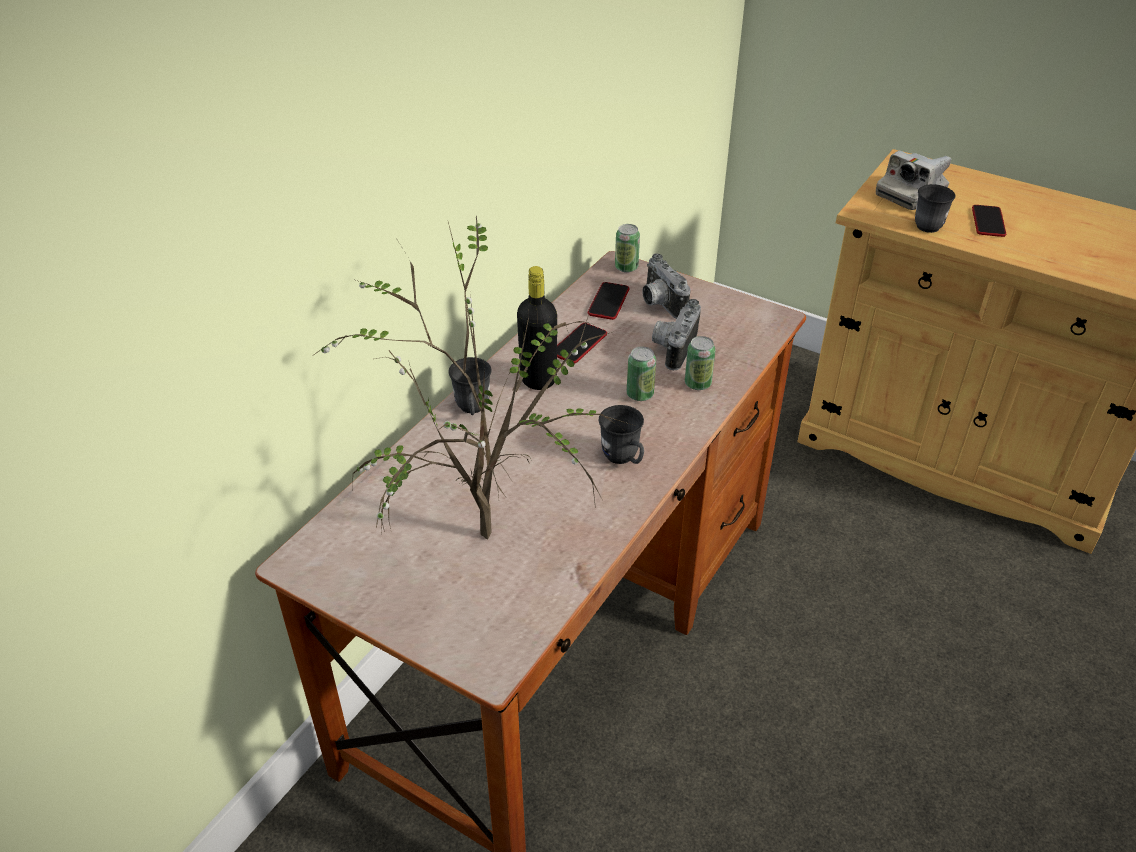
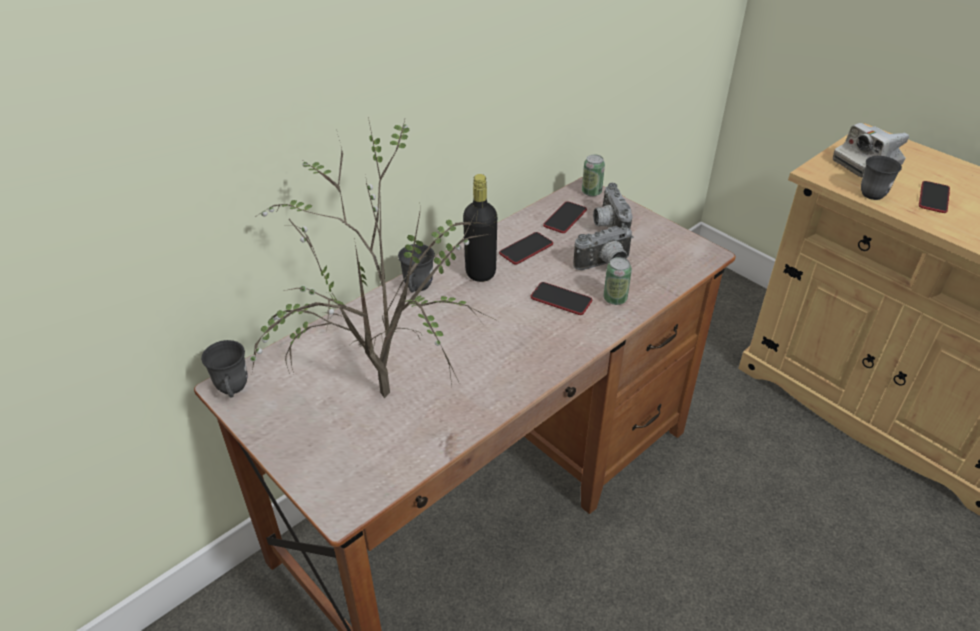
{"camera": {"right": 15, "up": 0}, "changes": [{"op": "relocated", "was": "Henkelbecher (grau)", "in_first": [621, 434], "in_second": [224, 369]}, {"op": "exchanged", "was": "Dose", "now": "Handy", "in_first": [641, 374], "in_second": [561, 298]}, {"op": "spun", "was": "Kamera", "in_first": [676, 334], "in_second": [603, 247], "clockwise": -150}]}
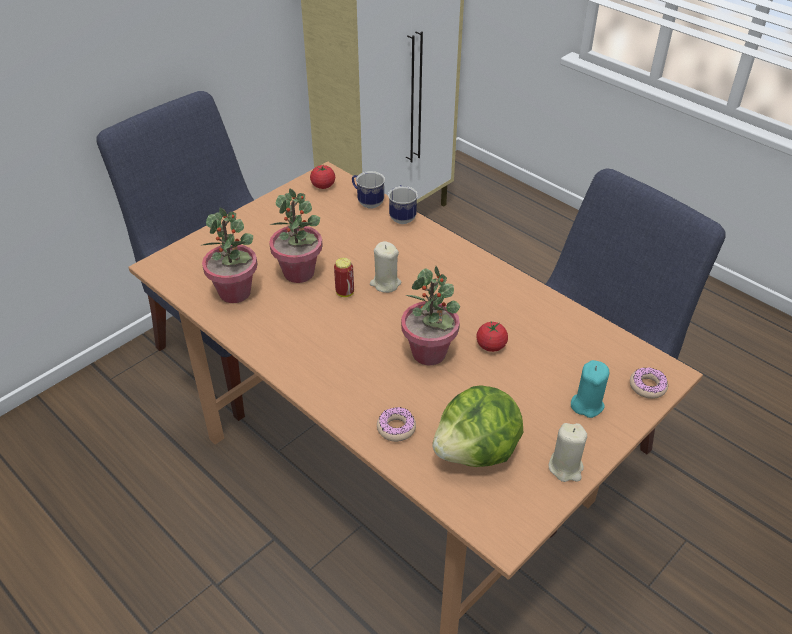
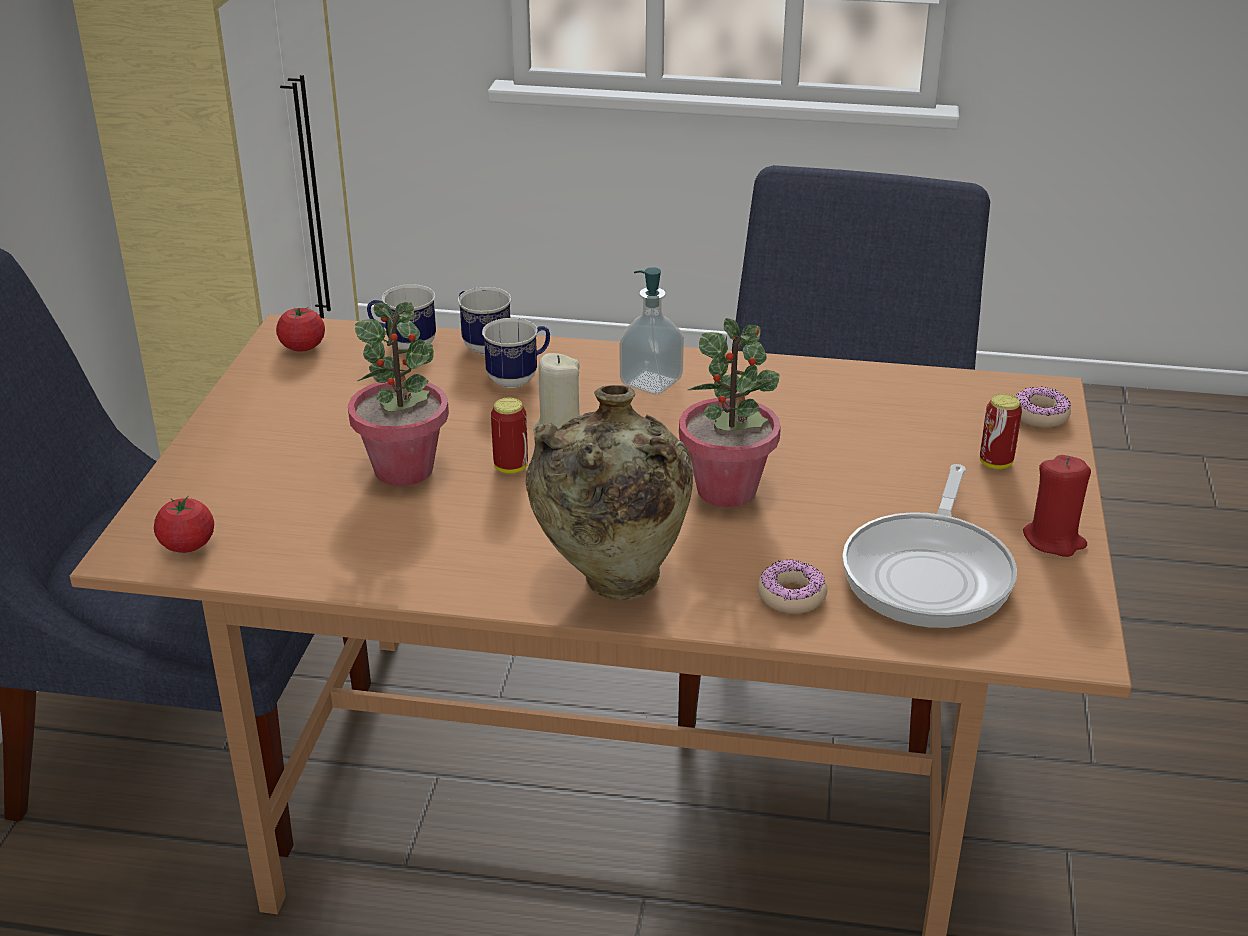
{"camera": {"right": -35, "up": -10}, "changes": [{"op": "missing", "was": "Topfpflanze", "in_first": [230, 255]}, {"op": "exchanged", "was": "Salatkopf", "now": "Pfanne", "in_first": [477, 426], "in_second": [929, 546]}, {"op": "relocated", "was": "Tomate", "in_first": [492, 336], "in_second": [184, 524]}, {"op": "colour", "was": "Kerze (beige)", "now": "Kerze (rot)", "in_first": [568, 452], "in_second": [1057, 506]}, {"op": "exchanged", "was": "Kerze (türkis)", "now": "Dose", "in_first": [590, 389], "in_second": [1001, 431]}, {"op": "appeared", "now": "Henkelbecher", "in_second": [516, 353]}, {"op": "appeared", "now": "Vase (beige)", "in_second": [610, 493]}, {"op": "appeared", "now": "Seifenspender", "in_second": [651, 331]}]}
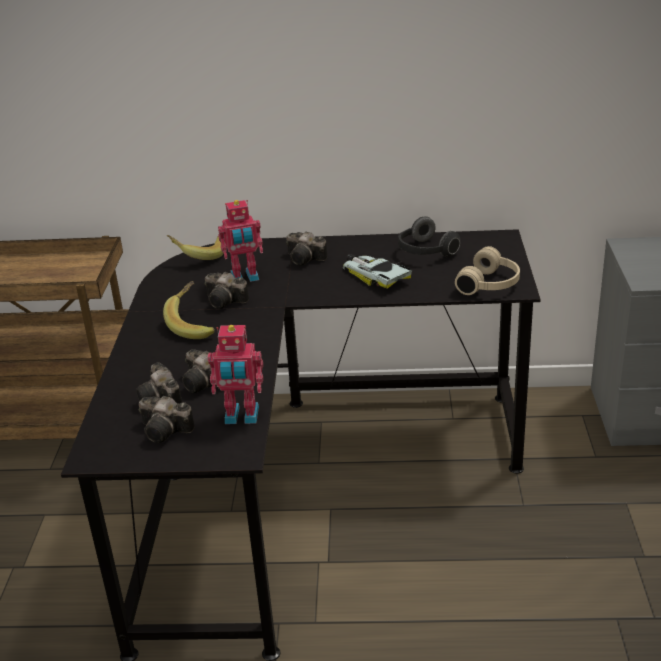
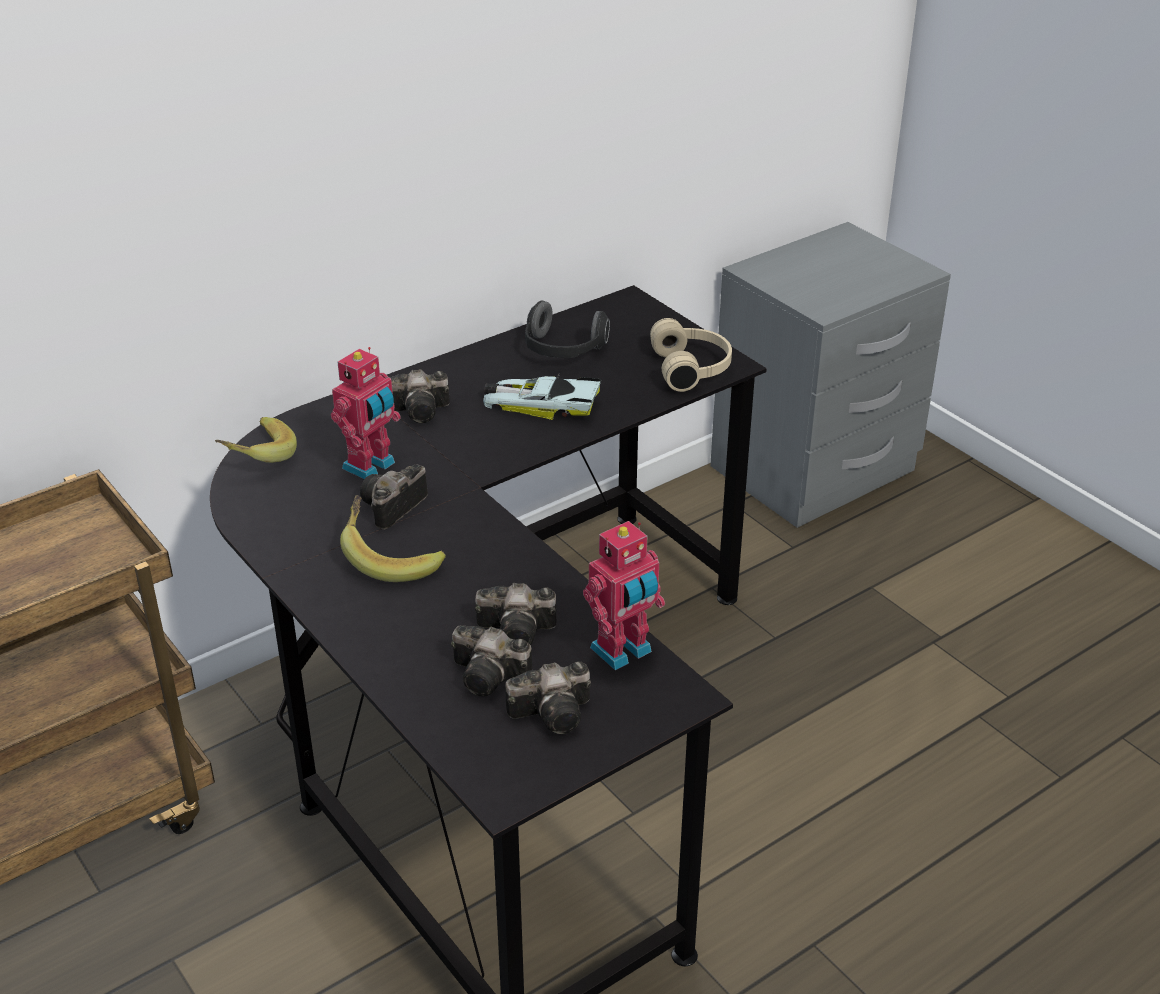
{"camera": {"right": -40, "up": 5}, "changes": [{"op": "spun", "was": "Kamera", "in_first": [226, 290], "in_second": [394, 497], "clockwise": 135}]}
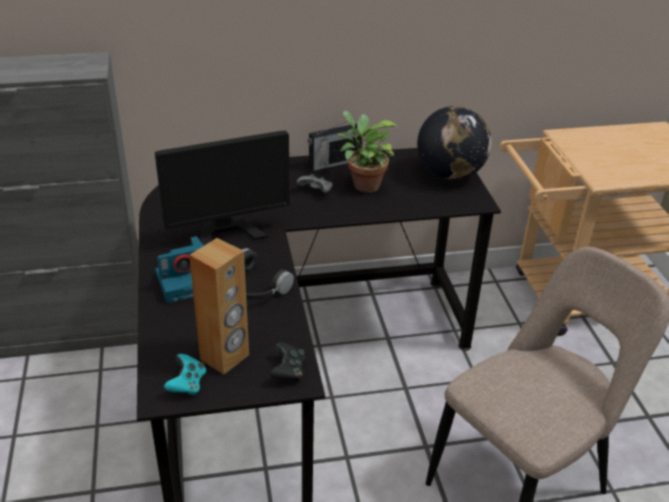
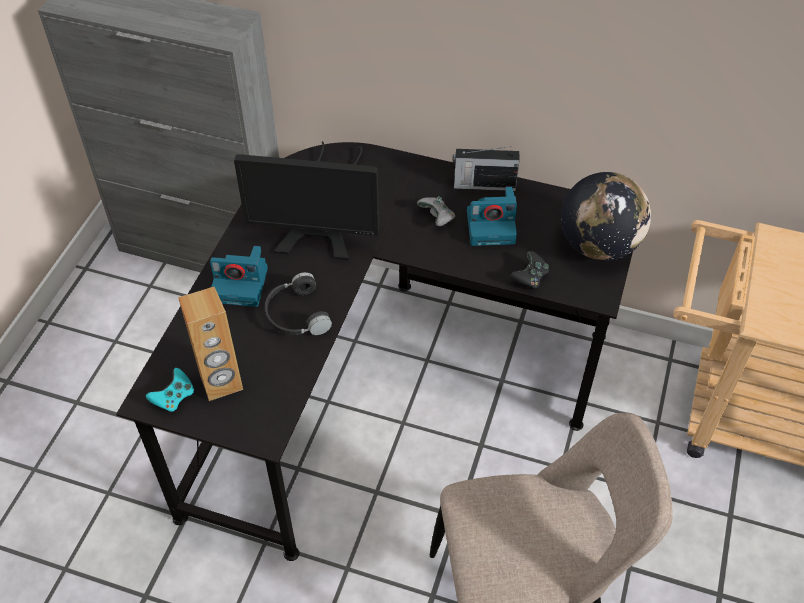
{"camera": {"right": 30, "up": 15}, "changes": [{"op": "relocated", "was": "Gamepad (schwarz)", "in_first": [288, 362], "in_second": [530, 270]}, {"op": "exchanged", "was": "Topfpflanze", "now": "Kamera", "in_first": [368, 152], "in_second": [492, 216]}]}
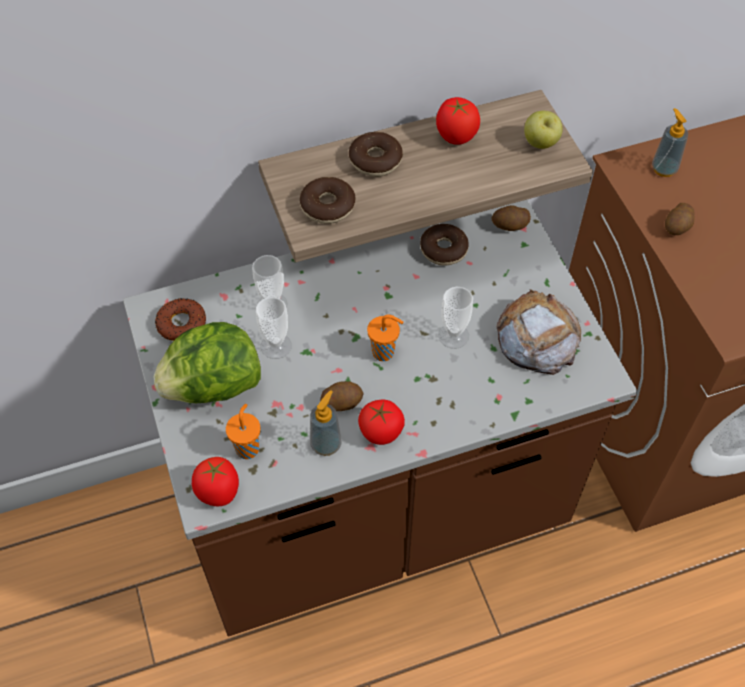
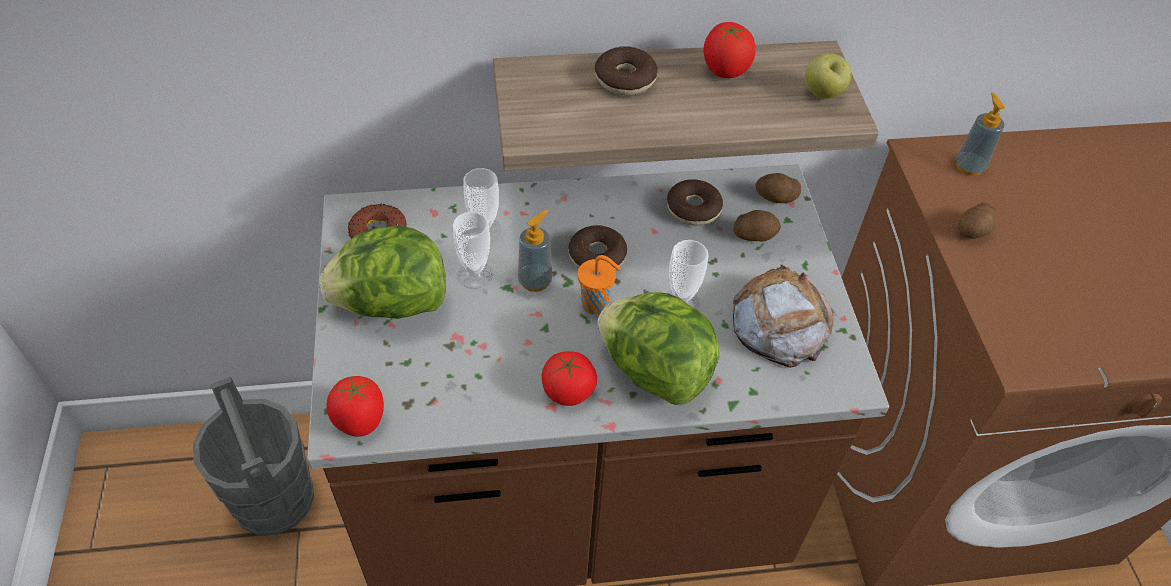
{"camera": {"right": 10, "up": -5}, "changes": [{"op": "missing", "was": "Tasse (orange)", "in_first": [243, 431]}, {"op": "relocated", "was": "Donut", "in_first": [327, 200], "in_second": [597, 247]}, {"op": "relocated", "was": "Seifenspender", "in_first": [326, 423], "in_second": [535, 251]}, {"op": "relocated", "was": "Kartoffel", "in_first": [342, 396], "in_second": [757, 226]}, {"op": "appeared", "now": "Eimer (grau)", "in_second": [253, 456]}, {"op": "appeared", "now": "Salatkopf", "in_second": [658, 348]}]}
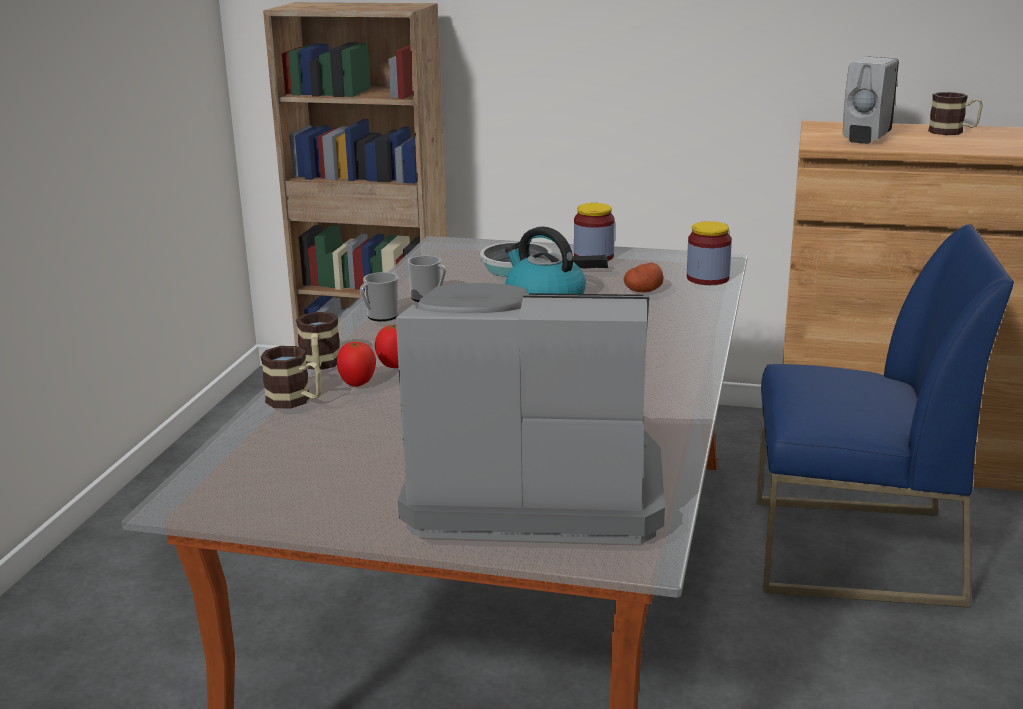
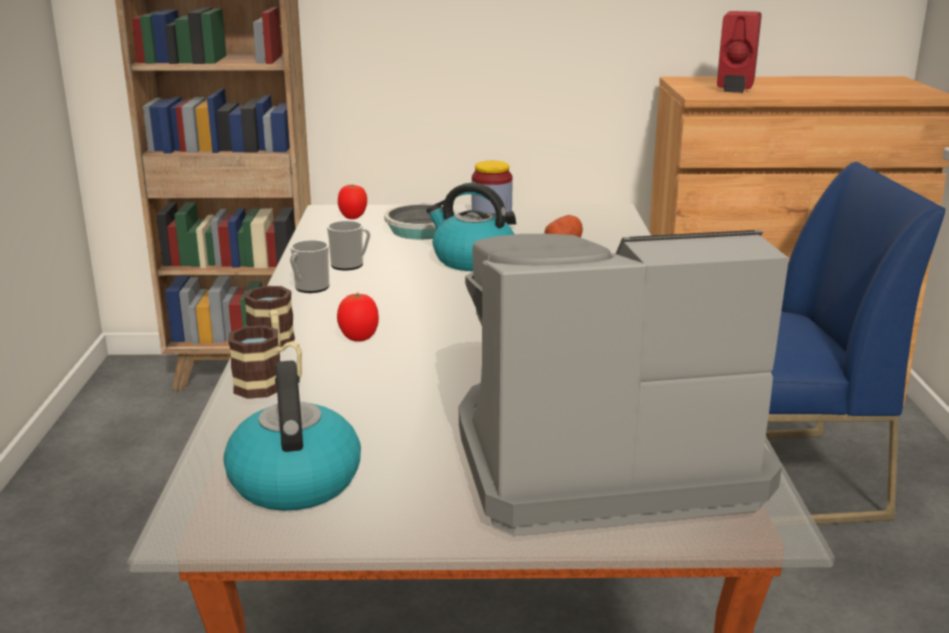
{"camera": {"right": -15, "up": 0}, "changes": [{"op": "relocated", "was": "Tomate", "in_first": [356, 364], "in_second": [352, 202]}, {"op": "missing", "was": "Vorratsglas", "in_first": [709, 253]}, {"op": "colour", "was": "Seifenspender (weiß)", "now": "Seifenspender (rot)", "in_first": [871, 100], "in_second": [739, 52]}, {"op": "missing", "was": "Henkelbecher", "in_first": [955, 113]}, {"op": "appeared", "now": "Wasserkessel", "in_second": [292, 435]}]}
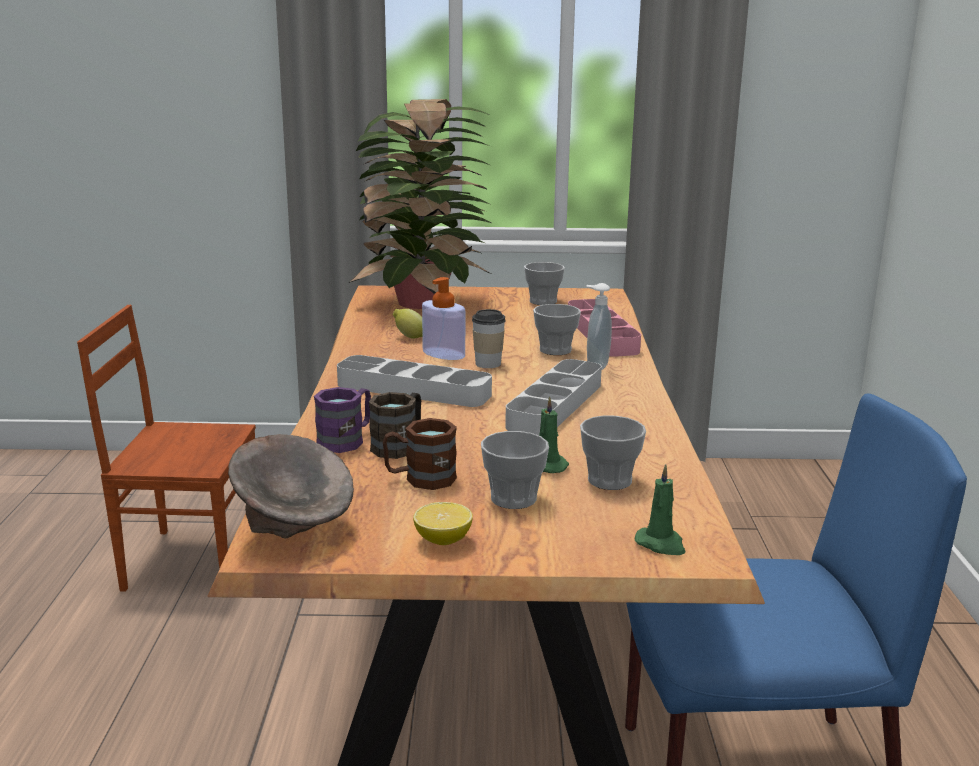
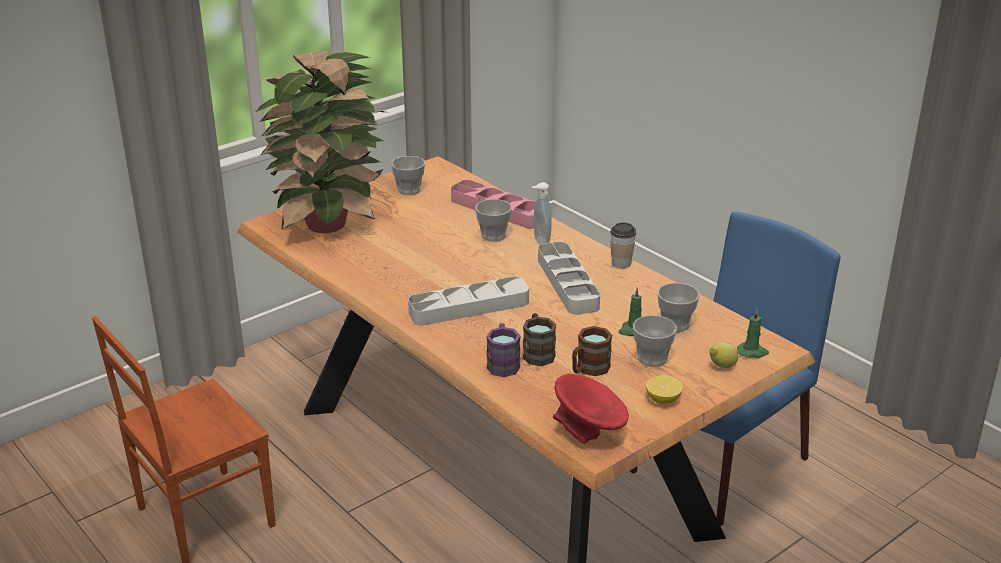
{"camera": {"right": -40, "up": 10}, "changes": [{"op": "colour", "was": "Schüssel (grau)", "now": "Schüssel (rot)", "in_first": [291, 486], "in_second": [591, 408]}, {"op": "relocated", "was": "Zitrone", "in_first": [407, 324], "in_second": [723, 355]}, {"op": "missing", "was": "Seifenspender", "in_first": [443, 318]}, {"op": "relocated", "was": "Tasse", "in_first": [489, 338], "in_second": [623, 245]}]}
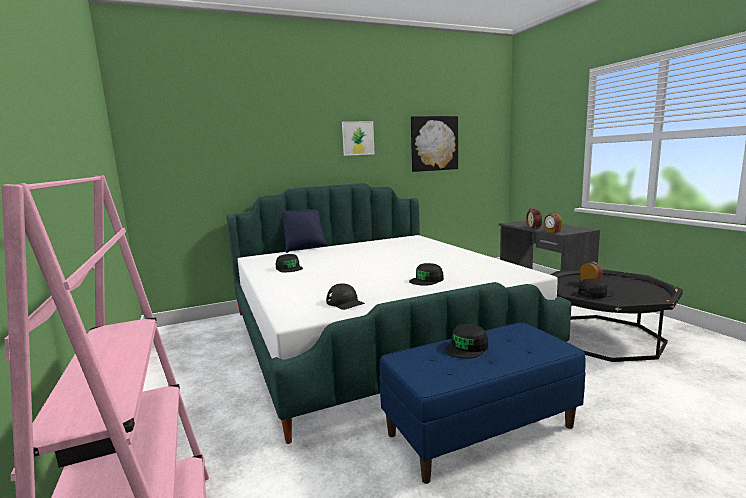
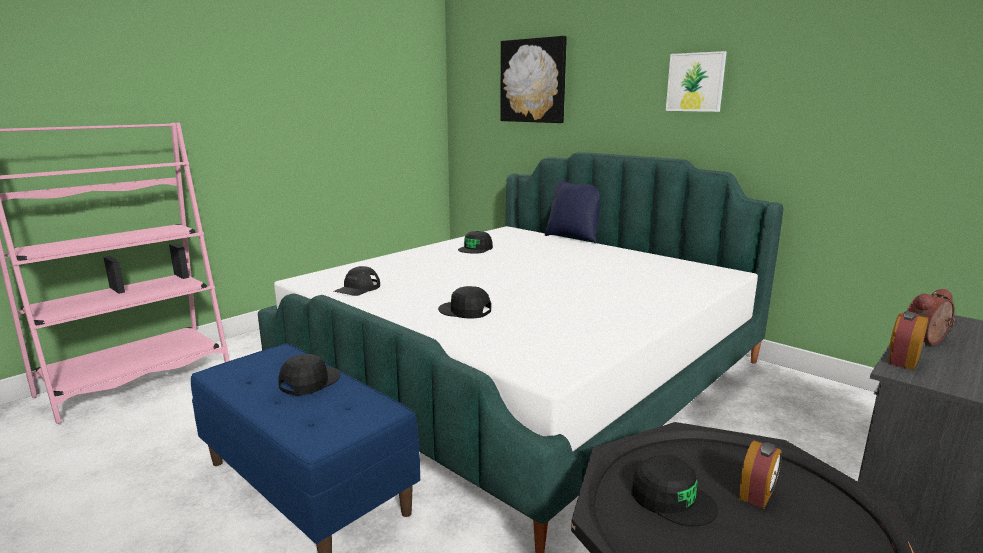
{"camera": {"right": 65, "up": 5}, "changes": [{"op": "relocated", "was": "Bild", "in_first": [434, 144], "in_second": [533, 79]}, {"op": "spun", "was": "Kappe (schwarz)", "in_first": [466, 341], "in_second": [309, 374], "clockwise": 105}]}
